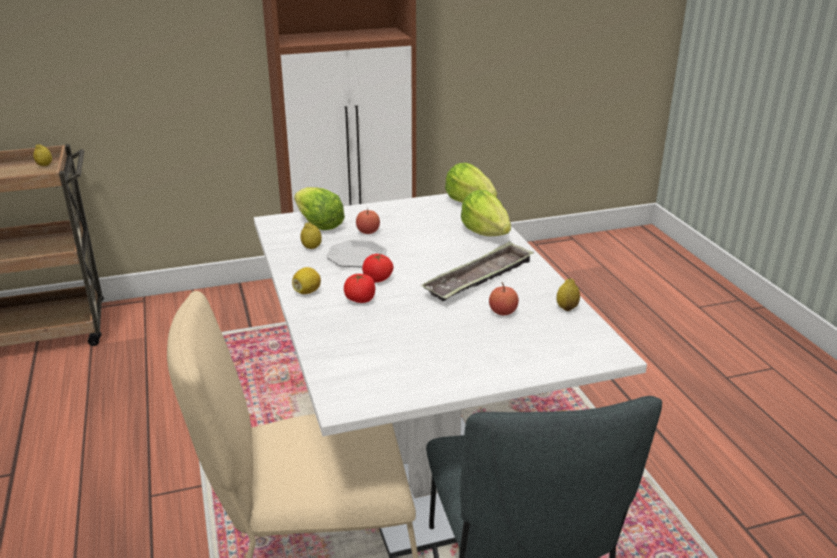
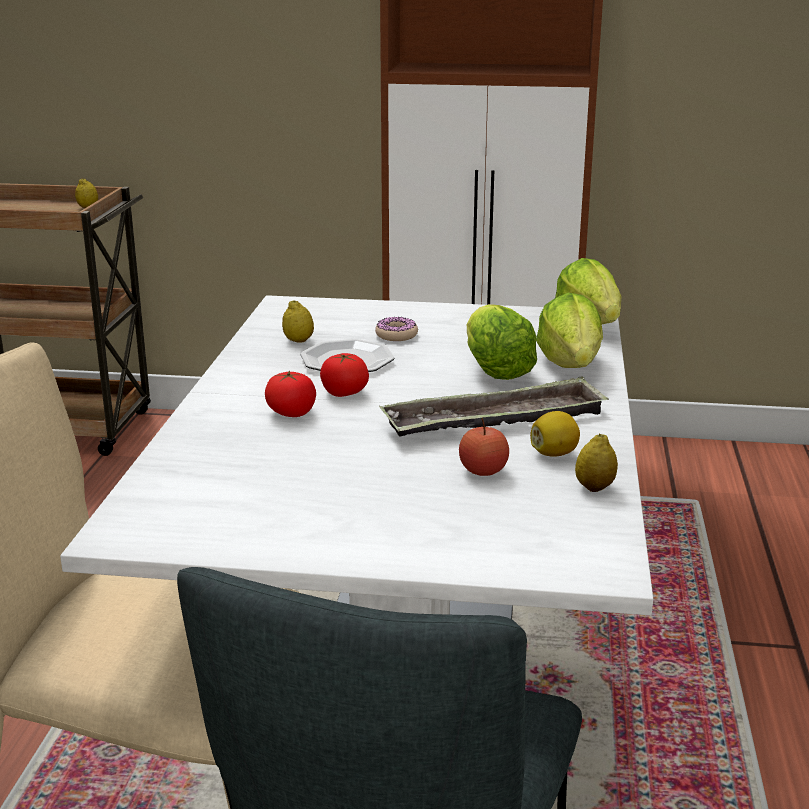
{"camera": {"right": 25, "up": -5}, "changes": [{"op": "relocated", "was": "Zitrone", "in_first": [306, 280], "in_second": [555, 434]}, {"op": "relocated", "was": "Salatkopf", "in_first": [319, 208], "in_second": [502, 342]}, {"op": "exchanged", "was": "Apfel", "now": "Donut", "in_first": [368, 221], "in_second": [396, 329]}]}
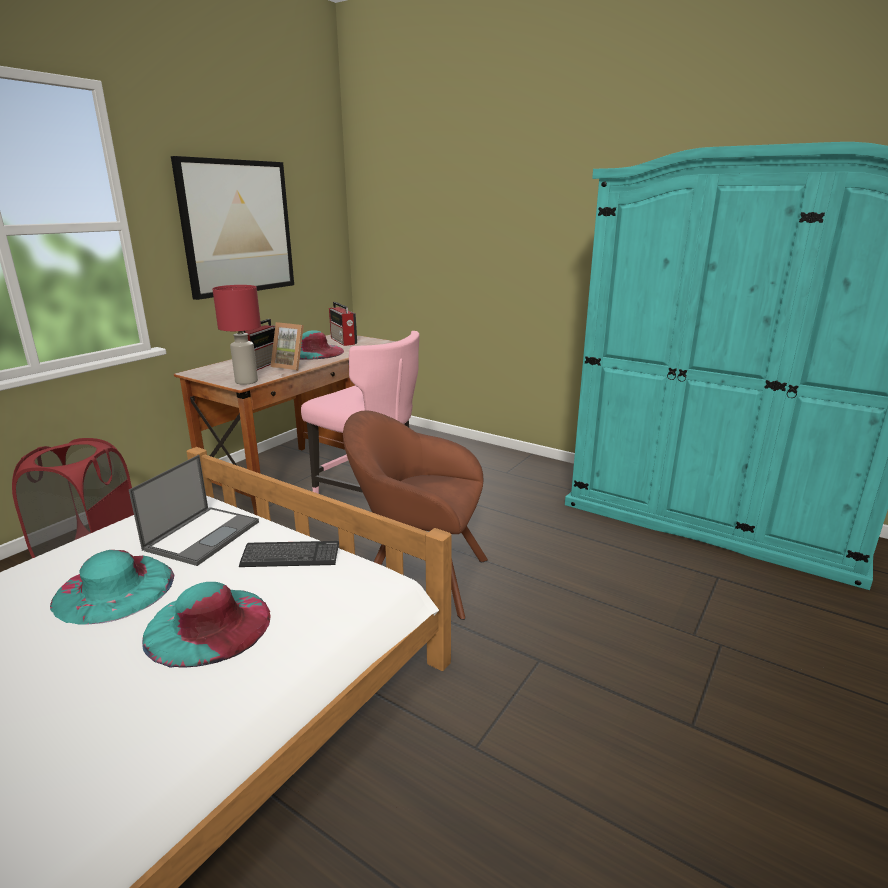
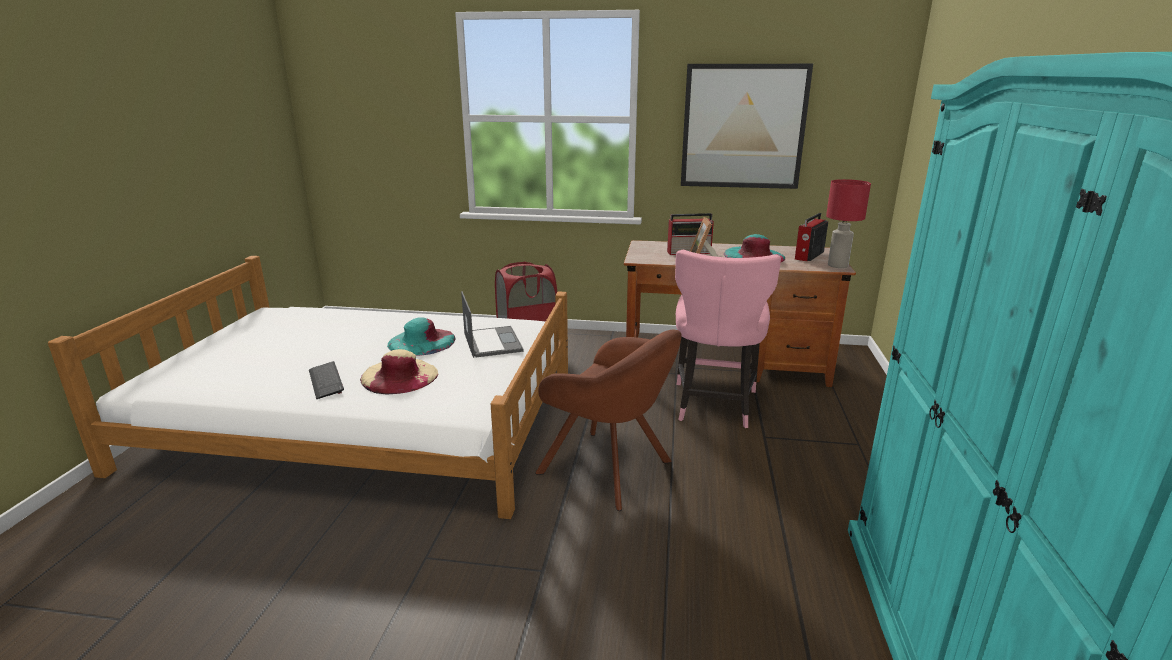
{"camera": {"right": 65, "up": 0}, "changes": [{"op": "spun", "was": "Laptop", "in_first": [194, 510], "in_second": [492, 324], "clockwise": -105}, {"op": "colour", "was": "Hut (türkis)", "now": "Hut (beige)", "in_first": [206, 625], "in_second": [399, 371]}, {"op": "relocated", "was": "Tischlampe (rot)", "in_first": [236, 335], "in_second": [848, 223]}, {"op": "relocated", "was": "Tastatur", "in_first": [289, 554], "in_second": [326, 380]}, {"op": "spun", "was": "Sessel (braun)", "in_first": [415, 515], "in_second": [608, 420], "clockwise": 135}]}
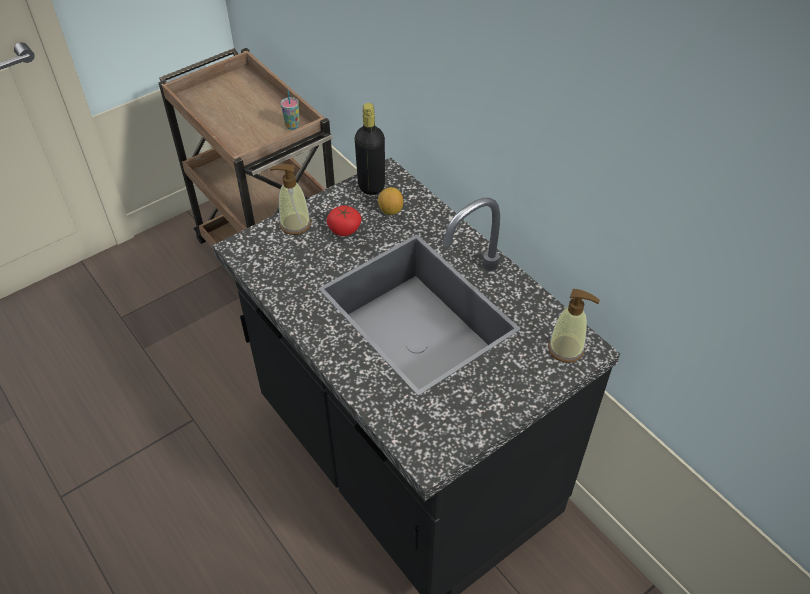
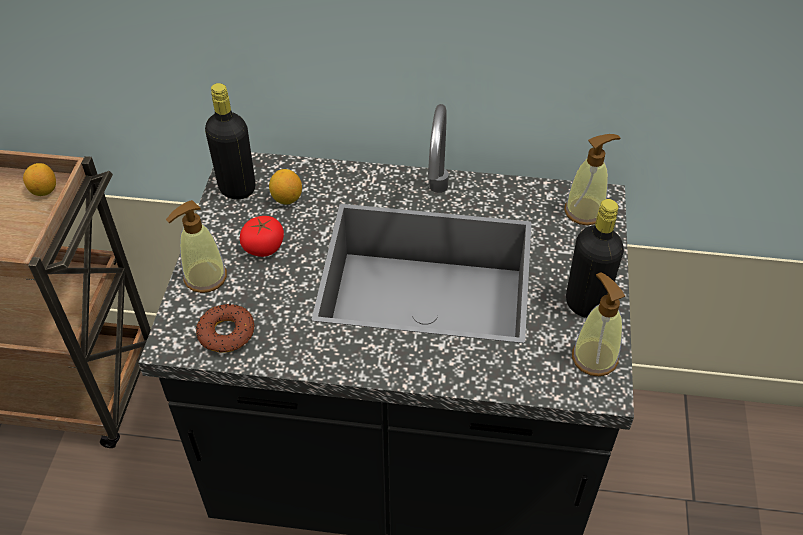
{"camera": {"right": -45, "up": 0}, "changes": [{"op": "exchanged", "was": "Tasse", "now": "Zitrone", "in_first": [290, 110], "in_second": [39, 179]}, {"op": "appeared", "now": "Donut", "in_second": [225, 328]}, {"op": "appeared", "now": "Flasche (schwarz)", "in_second": [595, 258]}, {"op": "appeared", "now": "Seifenspender", "in_second": [598, 324]}]}
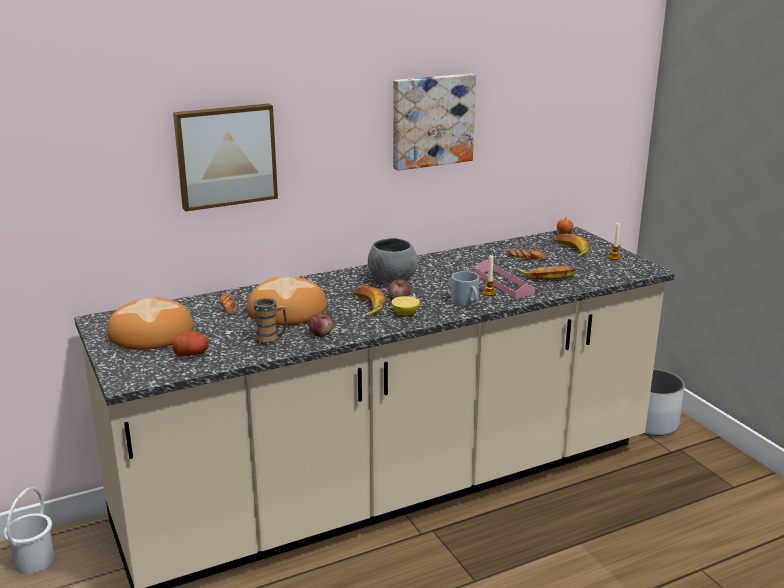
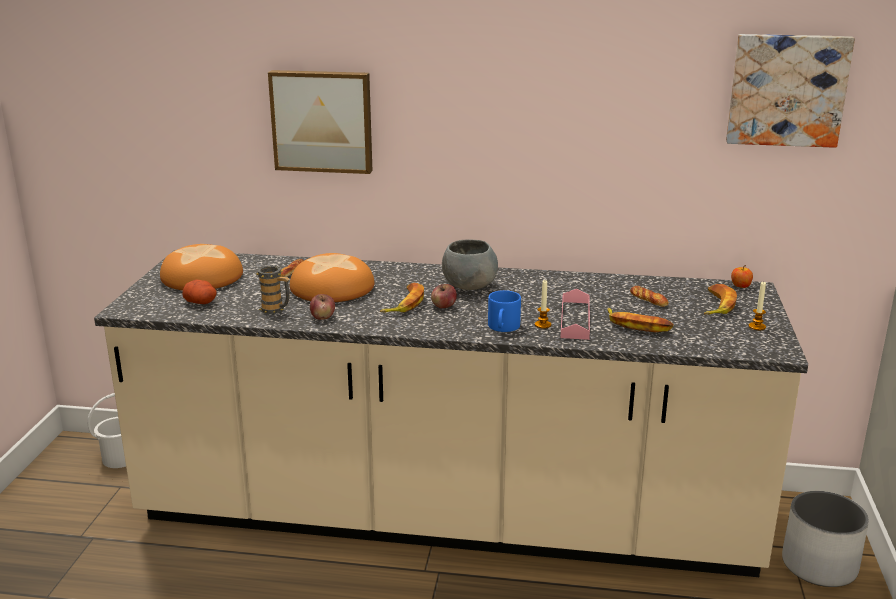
{"camera": {"right": 35, "up": 0}, "changes": [{"op": "missing", "was": "Zitrone", "in_first": [405, 306]}, {"op": "relocated", "was": "Bild", "in_first": [434, 122], "in_second": [790, 91]}, {"op": "colour", "was": "Henkelbecher (grau)", "now": "Henkelbecher (blau)", "in_first": [465, 288], "in_second": [504, 311]}]}
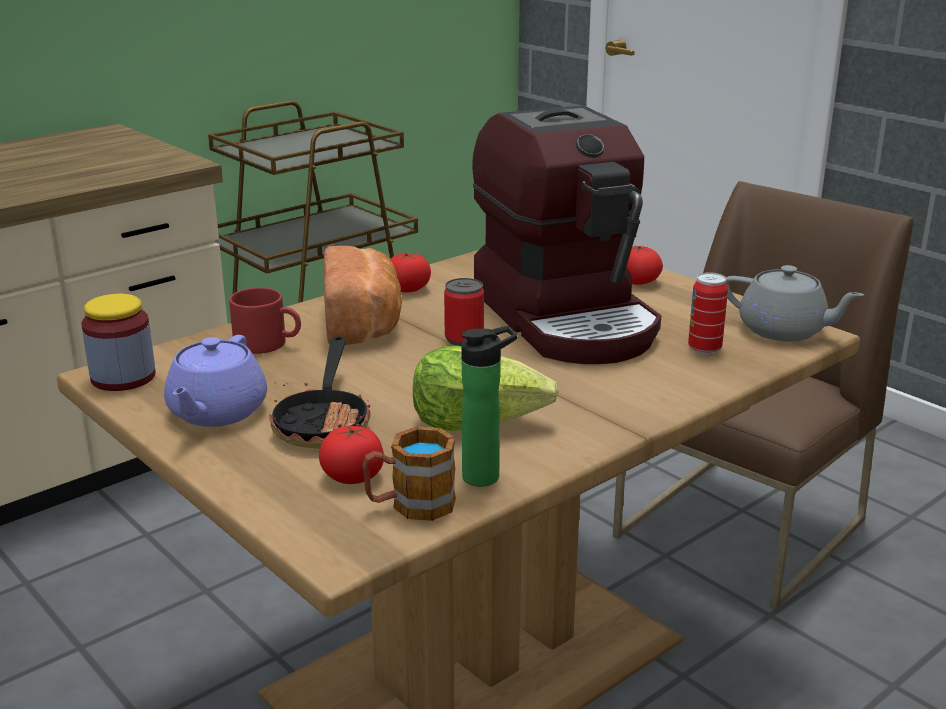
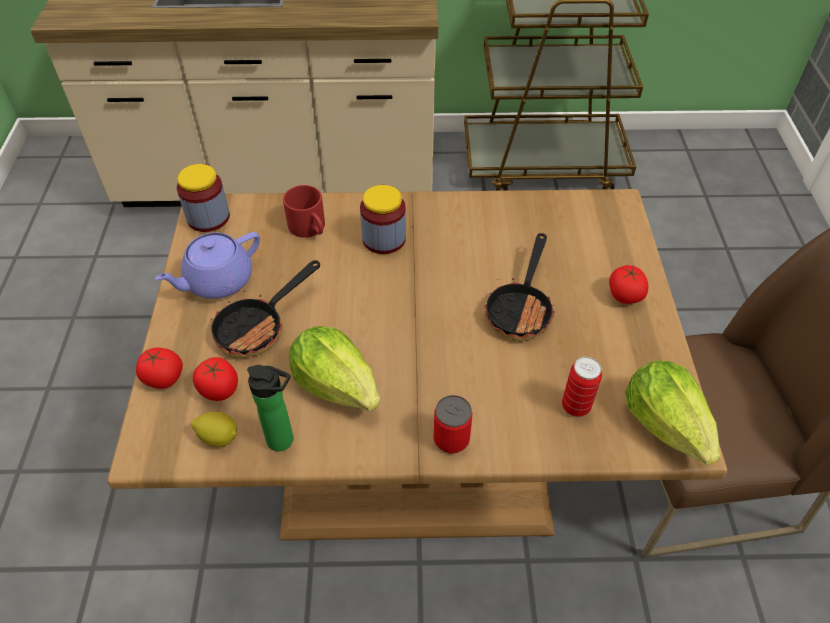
{"camera": {"right": 40, "up": 25}, "changes": [{"op": "exchanged", "was": "Brot", "now": "Vorratsglas", "in_first": [363, 295], "in_second": [383, 219]}, {"op": "exchanged", "was": "Henkelbecher", "now": "Zitrone", "in_first": [409, 473], "in_second": [214, 429]}, {"op": "relocated", "was": "Tomate", "in_first": [410, 273], "in_second": [159, 368]}, {"op": "relocated", "was": "Dose", "in_first": [464, 312], "in_second": [452, 424]}, {"op": "exchanged", "was": "Kaffeemaschine", "now": "Pfanne", "in_first": [566, 234], "in_second": [519, 287]}, {"op": "exchanged", "was": "Teekanne (grau)", "now": "Salatkopf", "in_first": [795, 303], "in_second": [672, 413]}]}
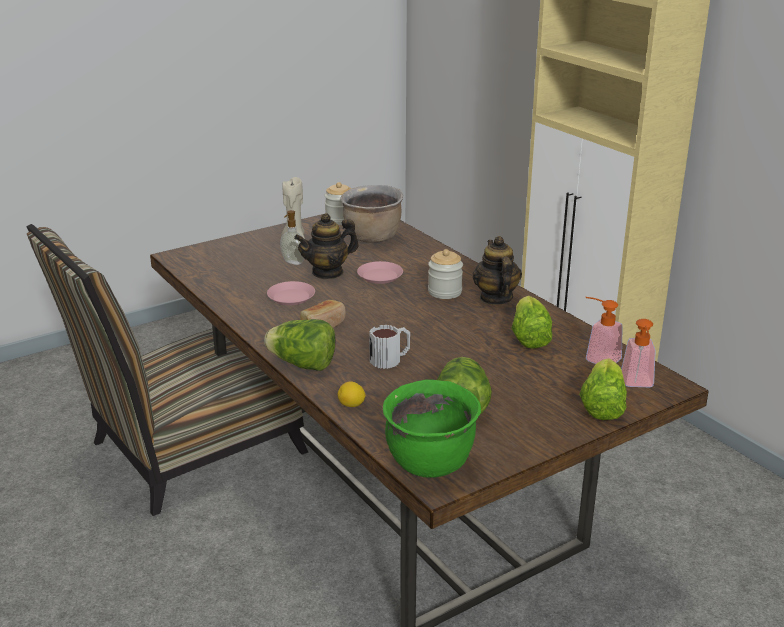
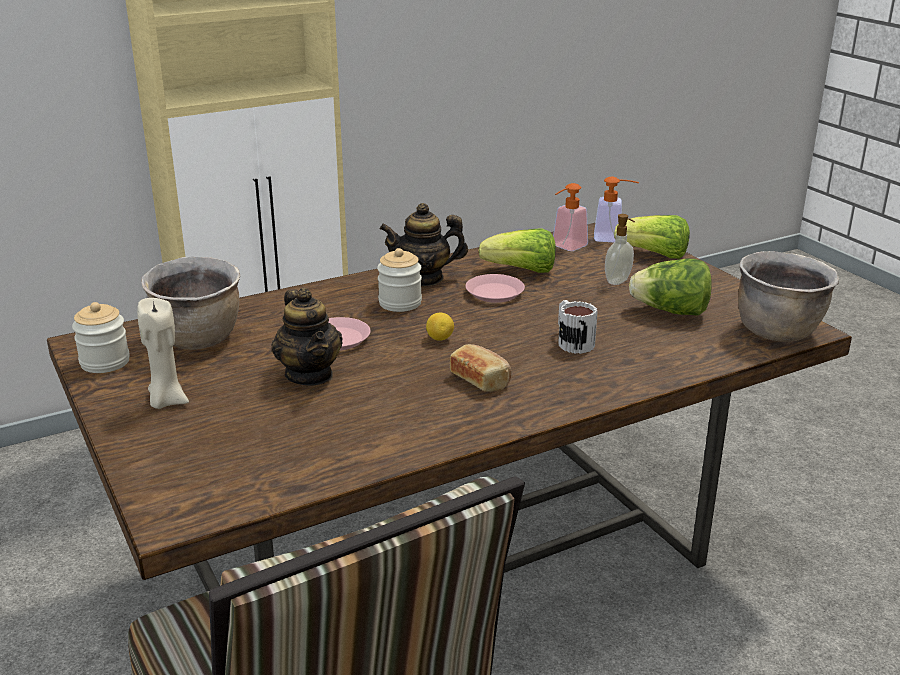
{"camera": {"right": -85, "up": 0}, "changes": [{"op": "missing", "was": "Salatkopf", "in_first": [300, 345]}, {"op": "relocated", "was": "Teller (rosa)", "in_first": [291, 293], "in_second": [495, 288]}, {"op": "relocated", "was": "Seifenspender", "in_first": [292, 237], "in_second": [620, 249]}, {"op": "relocated", "was": "Zitrone", "in_first": [352, 394], "in_second": [440, 327]}, {"op": "colour", "was": "Kochtopf (grün)", "now": "Kochtopf (braun)", "in_first": [432, 429], "in_second": [788, 296]}]}
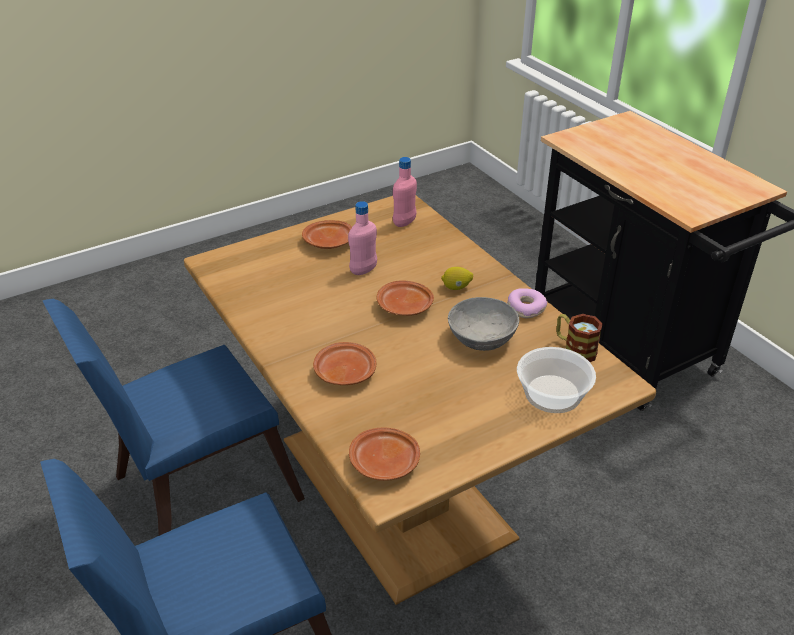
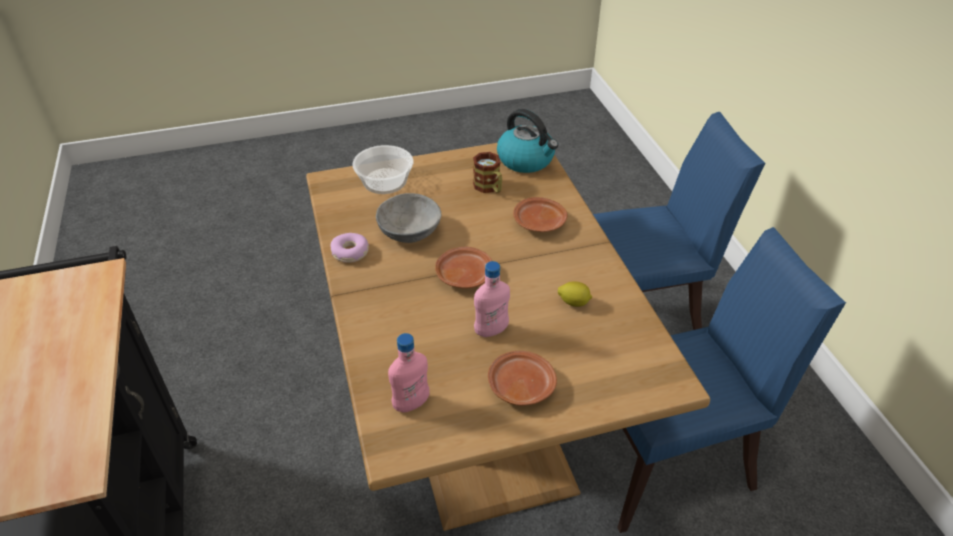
{"camera": {"right": -165, "up": 5}, "changes": [{"op": "exchanged", "was": "Teller (braun)", "now": "Wasserkessel", "in_first": [384, 454], "in_second": [527, 141]}, {"op": "relocated", "was": "Zitrone", "in_first": [457, 278], "in_second": [575, 294]}, {"op": "relocated", "was": "Henkelbecher", "in_first": [579, 338], "in_second": [487, 172]}]}
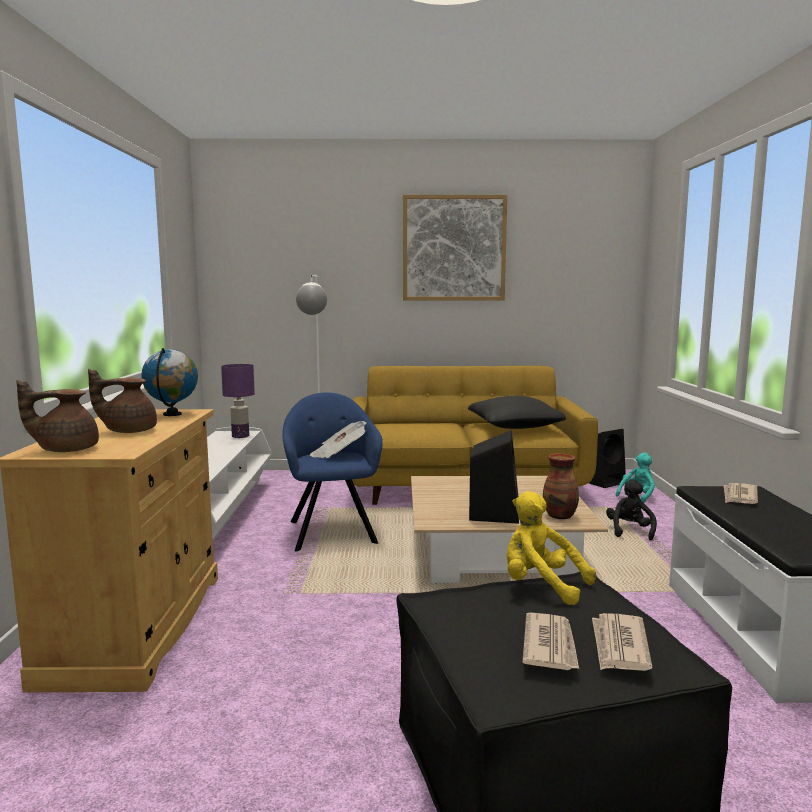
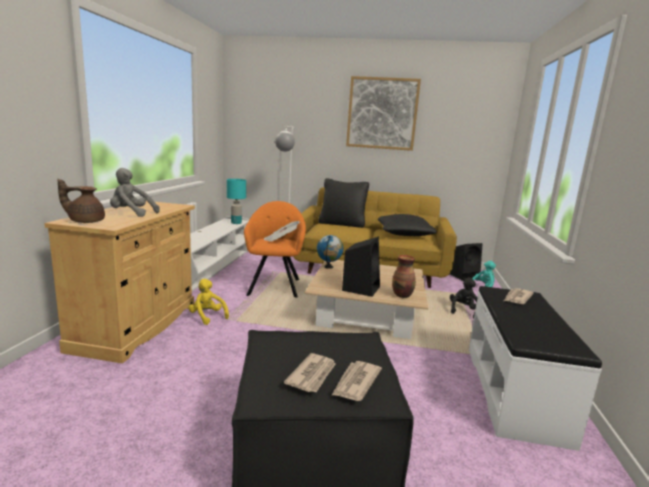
{"camera": {"right": 10, "up": 5}, "changes": [{"op": "exchanged", "was": "Teekanne (braun)", "now": "Plüschtier (grau)", "in_first": [122, 401], "in_second": [135, 192]}, {"op": "relocated", "was": "Globus", "in_first": [169, 382], "in_second": [330, 252]}, {"op": "colour", "was": "Tischlampe (lila)", "now": "Tischlampe (türkis)", "in_first": [238, 401], "in_second": [236, 201]}, {"op": "colour", "was": "Sessel (blau)", "now": "Sessel (orange)", "in_first": [332, 472], "in_second": [275, 249]}, {"op": "relocated", "was": "Plüschtier (gelb)", "in_first": [551, 548], "in_second": [208, 302]}, {"op": "appeared", "now": "Kissen (schwarz)", "in_second": [343, 203]}]}
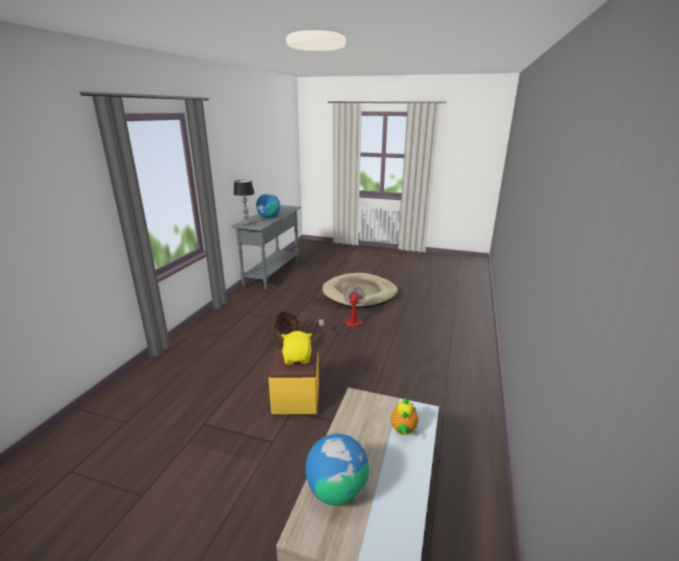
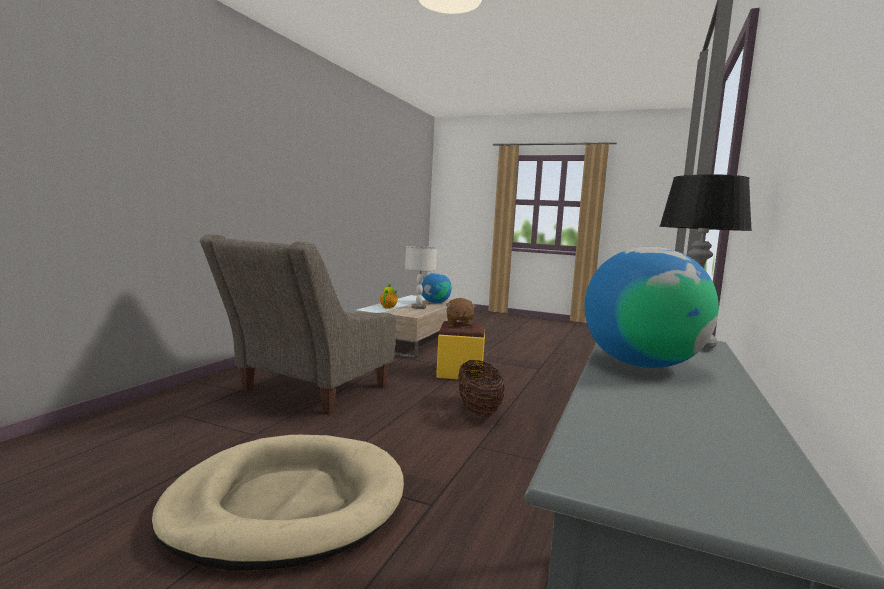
{"camera": {"right": -175, "up": -15}, "changes": [{"op": "colour", "was": "Plüschtier (gelb)", "now": "Plüschtier (braun)", "in_first": [296, 348], "in_second": [461, 312]}, {"op": "missing", "was": "Ventilator", "in_first": [342, 309]}, {"op": "appeared", "now": "Sessel (grau)", "in_second": [298, 324]}, {"op": "appeared", "now": "Tischlampe (grau)", "in_second": [421, 277]}]}
